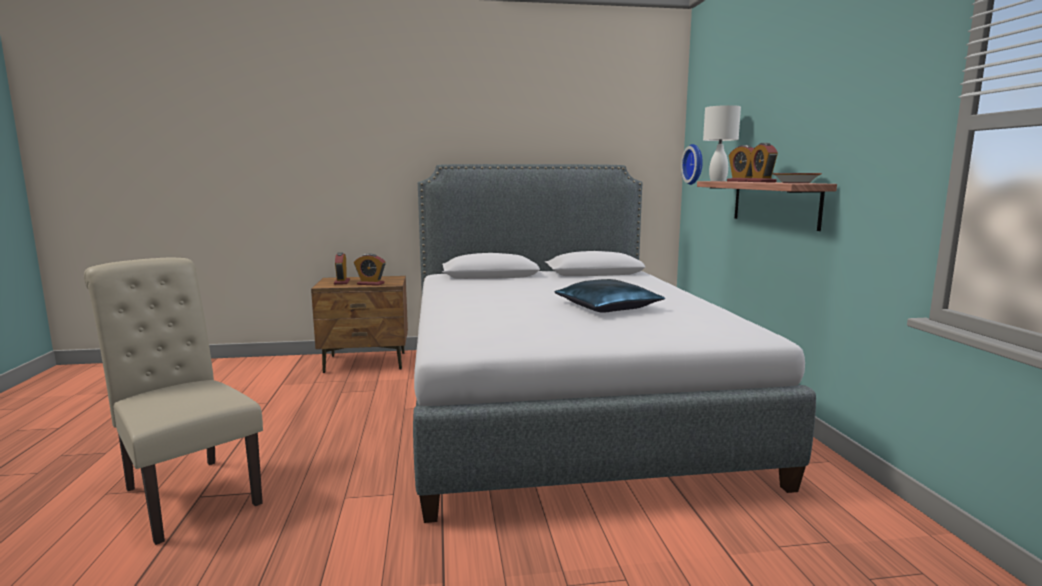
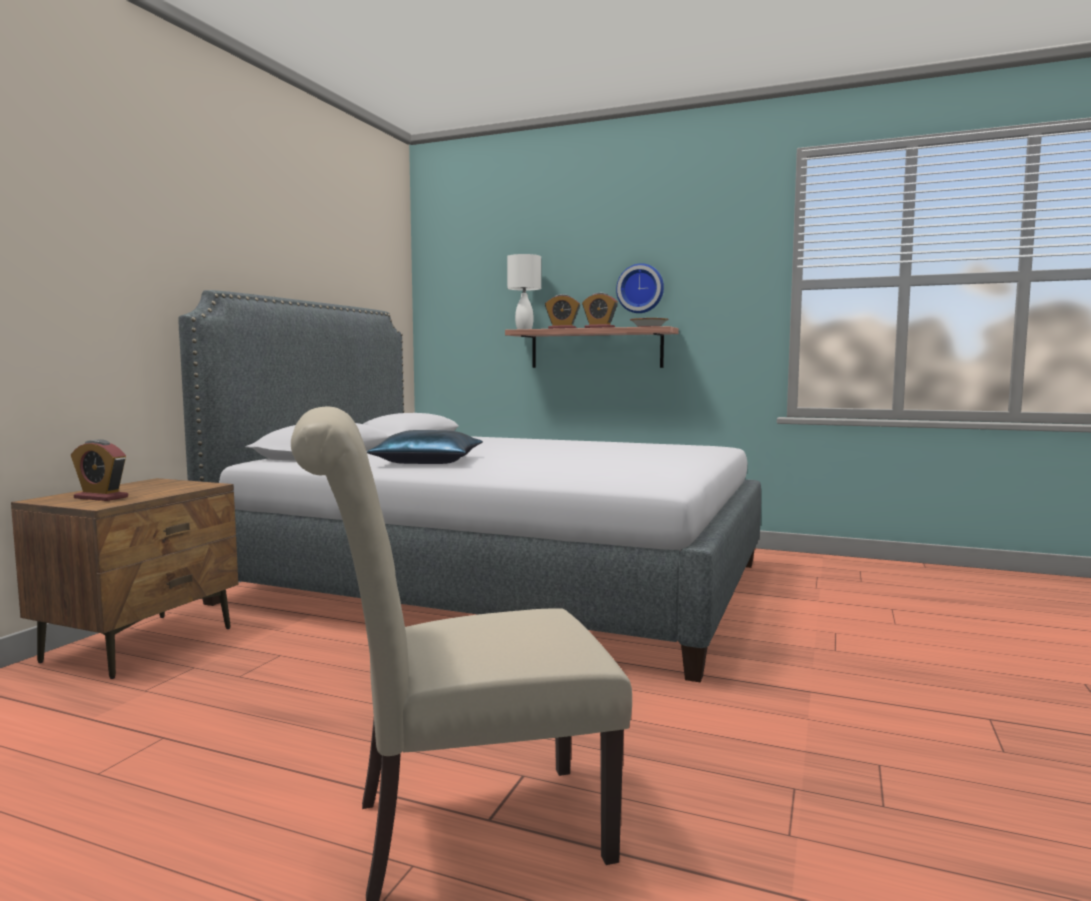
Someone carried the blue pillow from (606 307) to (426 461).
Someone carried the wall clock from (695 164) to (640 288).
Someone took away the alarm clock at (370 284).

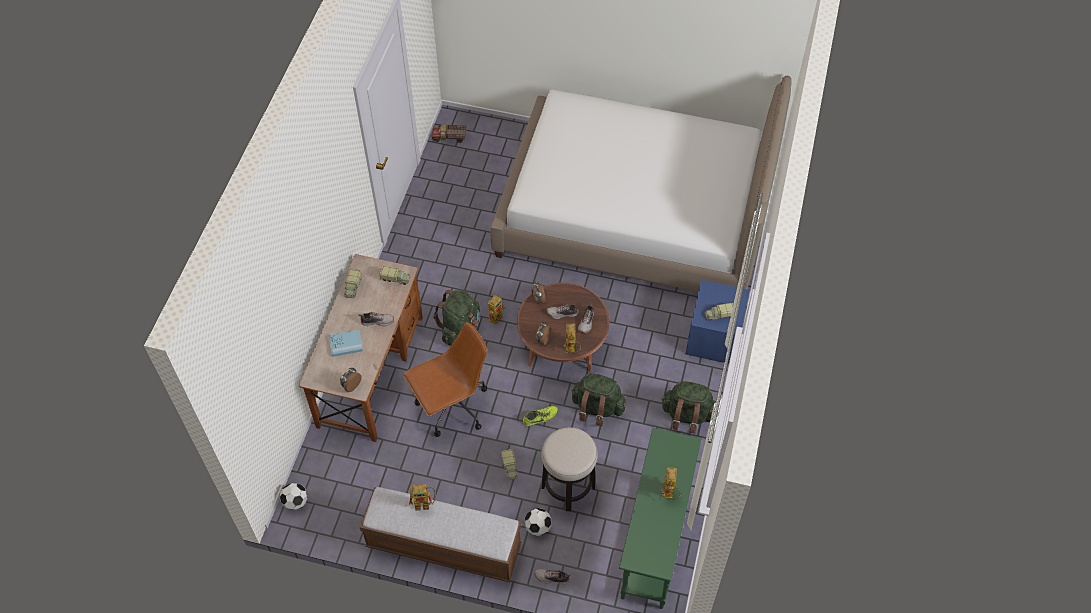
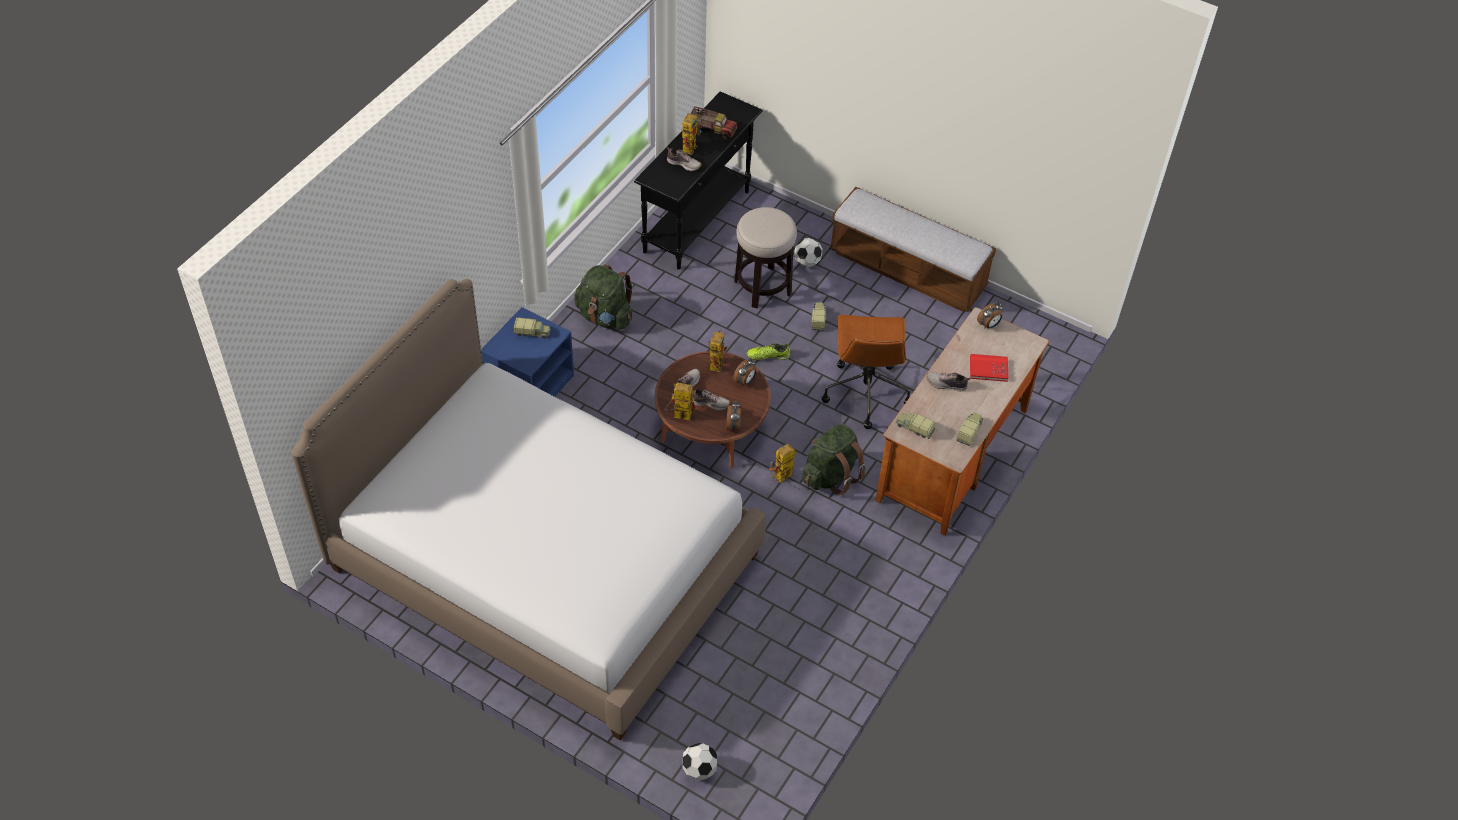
Someone repainted the green console table at (654 544), which became the black console table at (697 221).
Someone carried the toy robot from (425 503) to (678 415).
Someone carried the shoe from (552 578) to (684 164).
Someone carried the football from (295 502) to (699 769).
Someone carried the toy truck from (449 138) to (712 129).
Someone rotated the brown office chair at (452 407) by 75 degrees counterclockwise.
Someone repainted the blue book at (346 344), which became the red book at (988 369).
Someone took away the green backpack at (597 408).

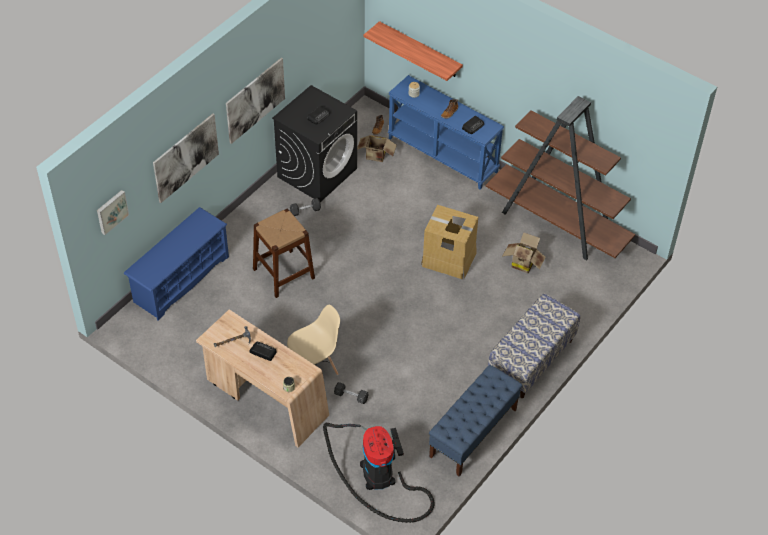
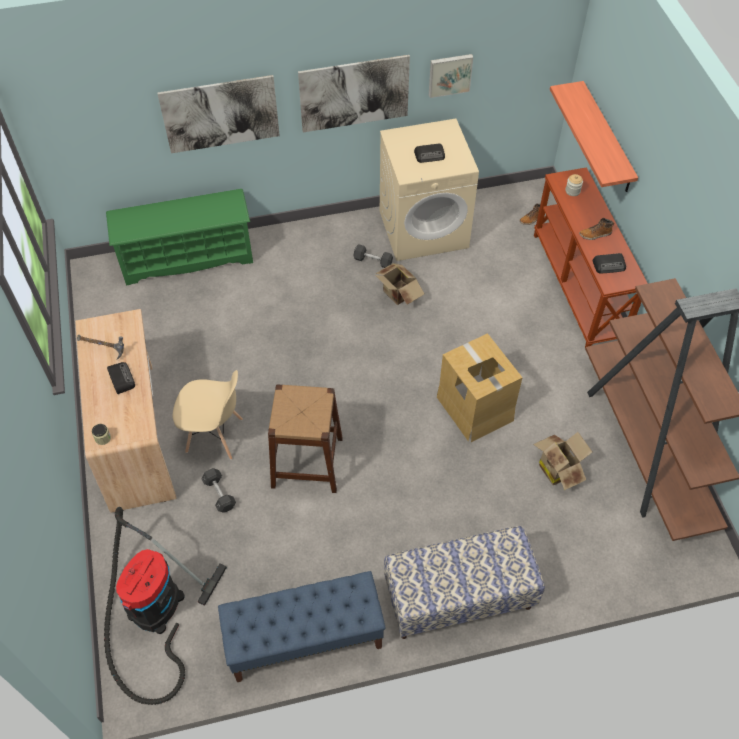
Someone repainted the blue shoe rack at (181 279), which became the green shoe rack at (187 258).
Someone carried the brown stool from (283 273) to (307 462).
Someone carried the cardboard box from (376 156) to (397 295).
Someone repainted the black washing machine at (317 172), which became the beige washing machine at (424 228).
Someone carried the picture from (111 211) to (449 74).
Someone repainted the blue console table at (443 154), which became the brown console table at (579 287).

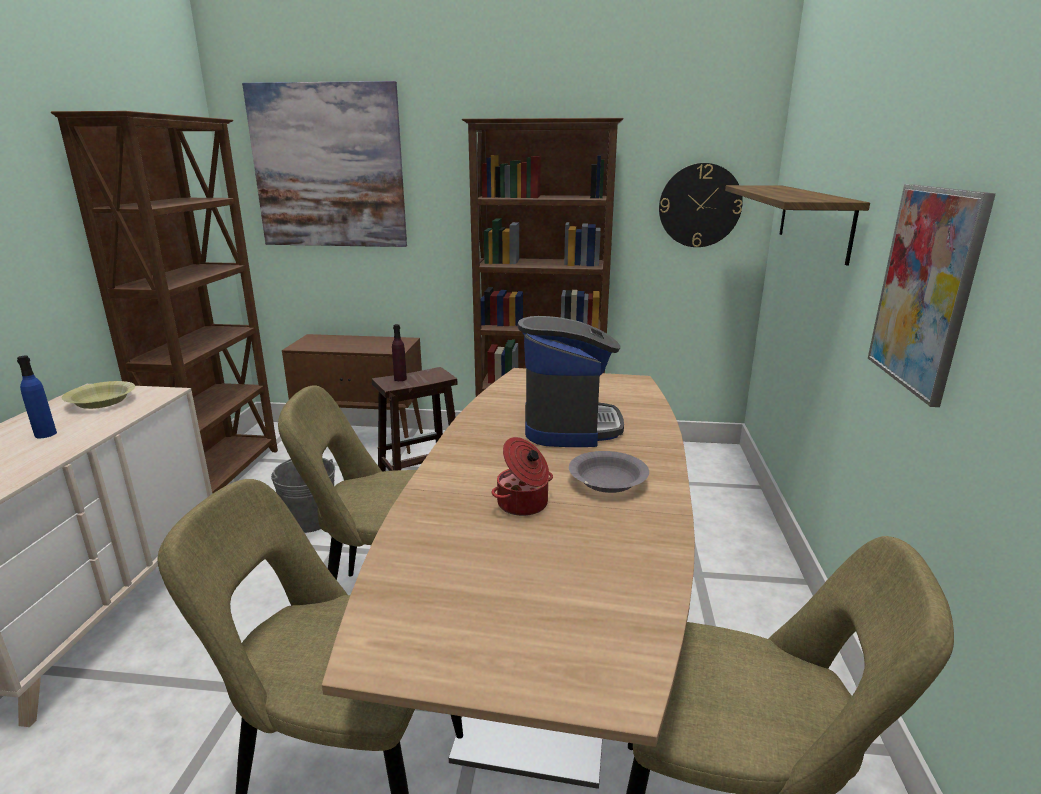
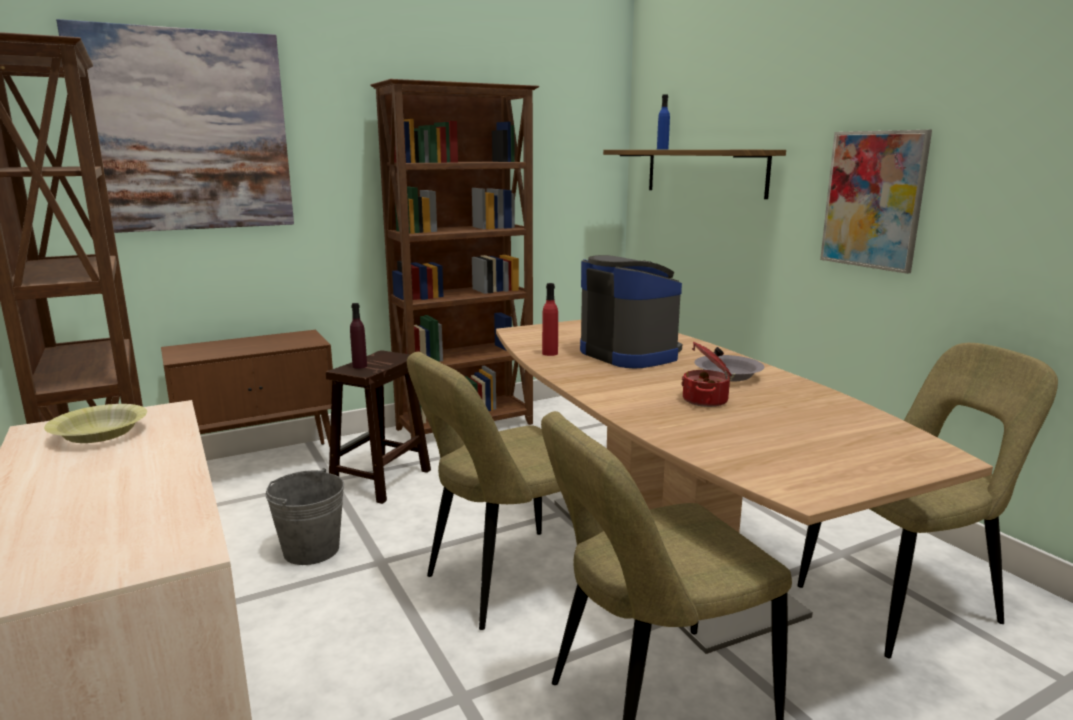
Someone put down the red bottle at (550 353).
Someone carried the blue bottle from (45 434) to (662 149).
Someone took away the wall clock at (700 205).

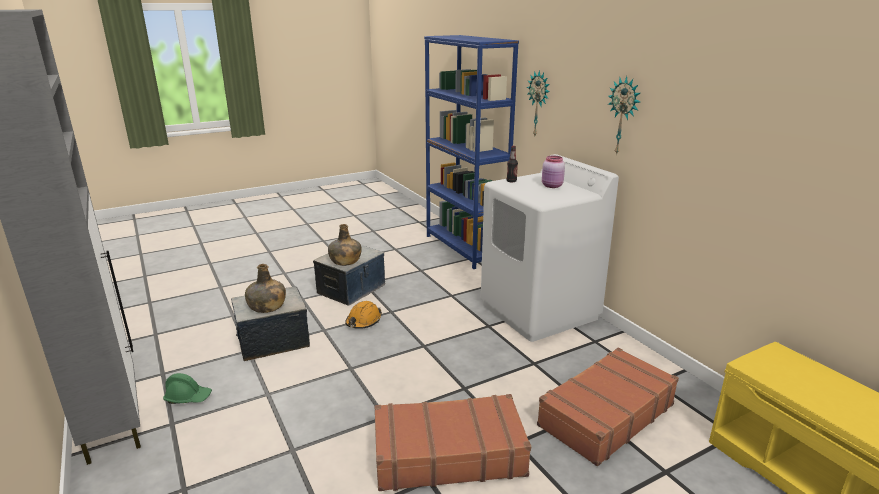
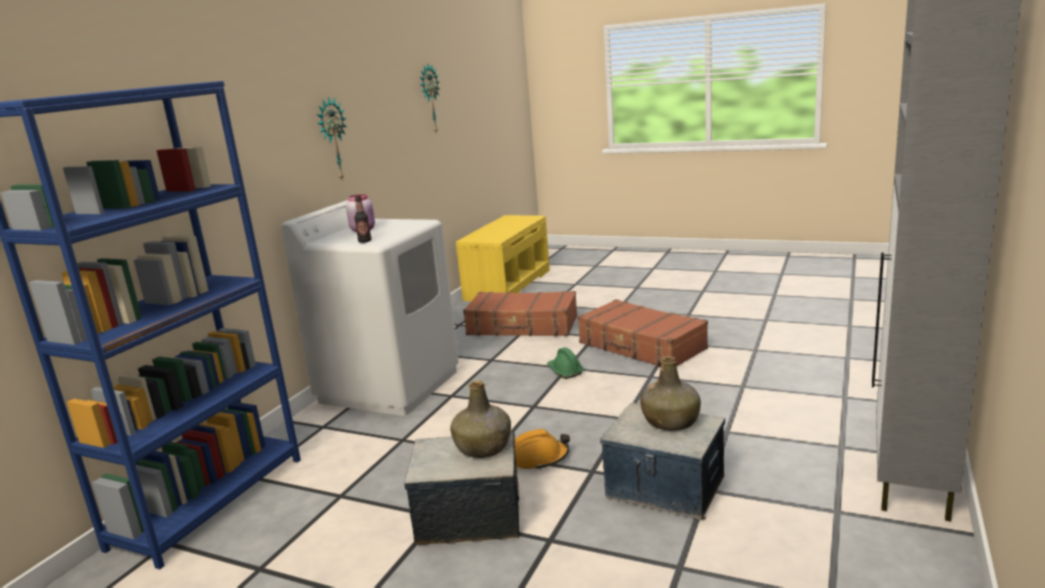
Someone carried the wall clock from (539 104) to (429 99).
Someone carried the green hard hat from (188 397) to (565 371).

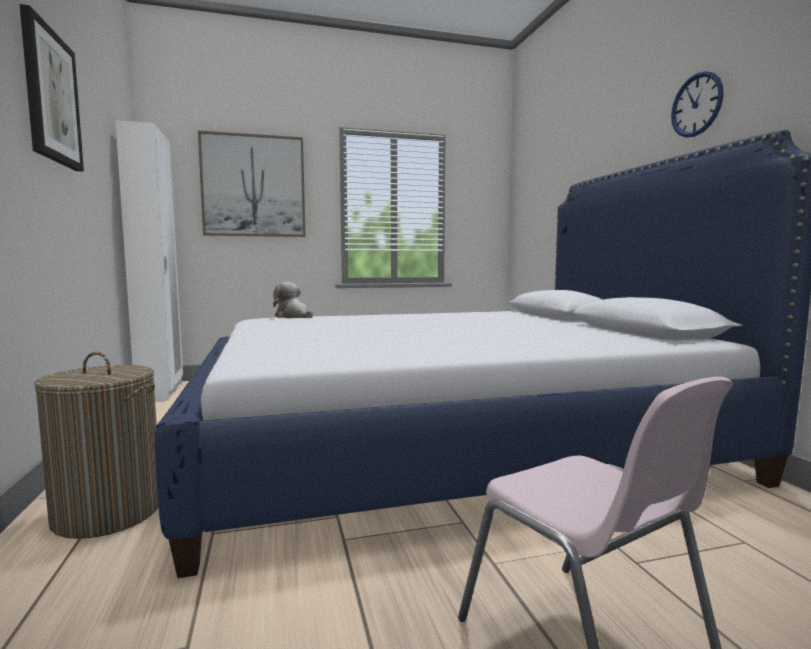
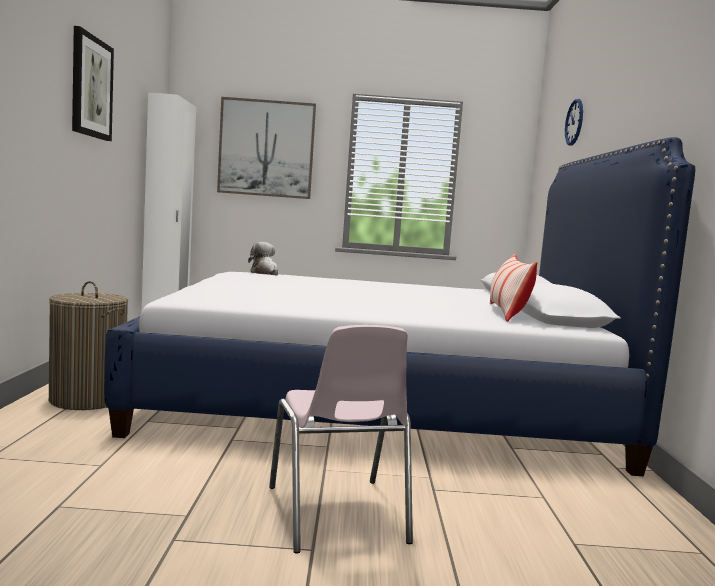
Someone put down the pillow at (507 313).
Someone carried the wall clock from (696 105) to (574 122).

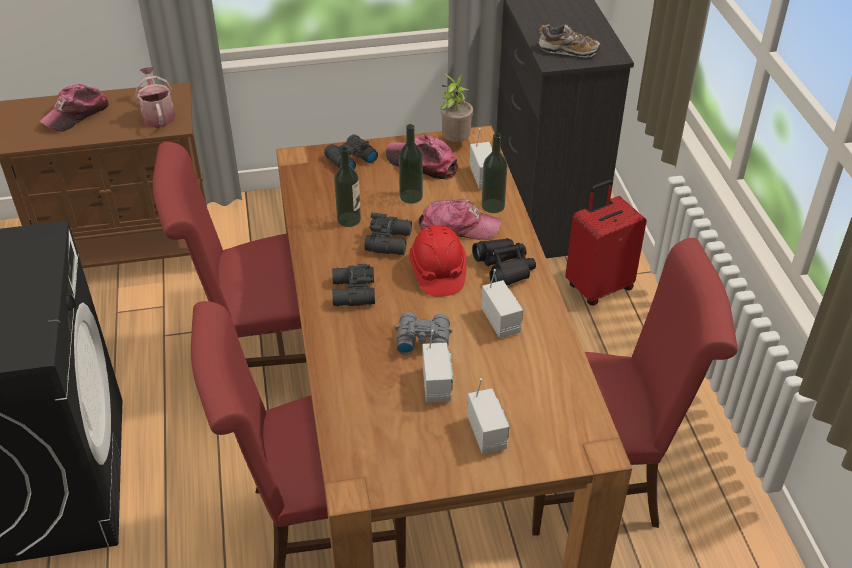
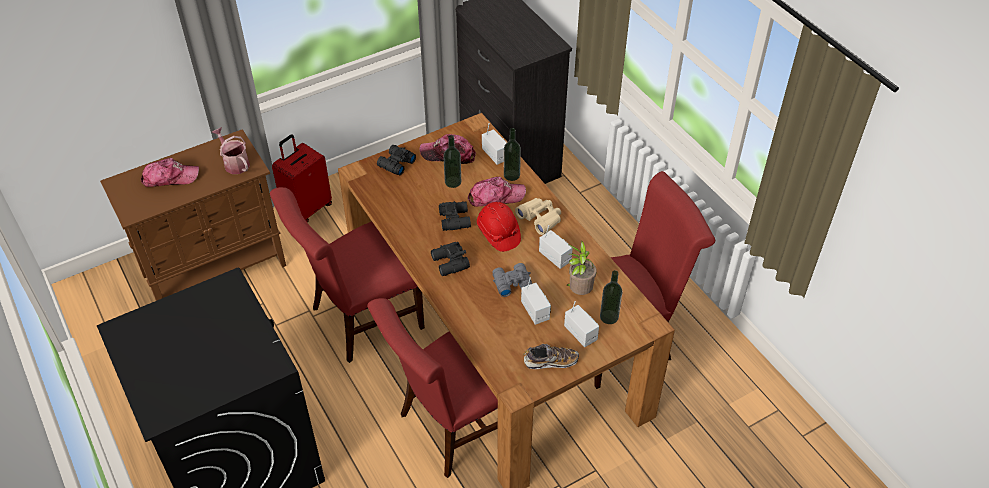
Someone rotated the cap at (76 114) by 120 degrees counterclockwise.
Someone carried the red suitcase from (598 286) to (307 208).
Someone repainted the black binoculars at (504 268), which became the beige binoculars at (540 219).
Someone carried the shoe from (568 51) to (550 361).
Someone carried the potted plant from (455 143) to (579 291).
Someone carried the bottle from (349 219) to (609 317).

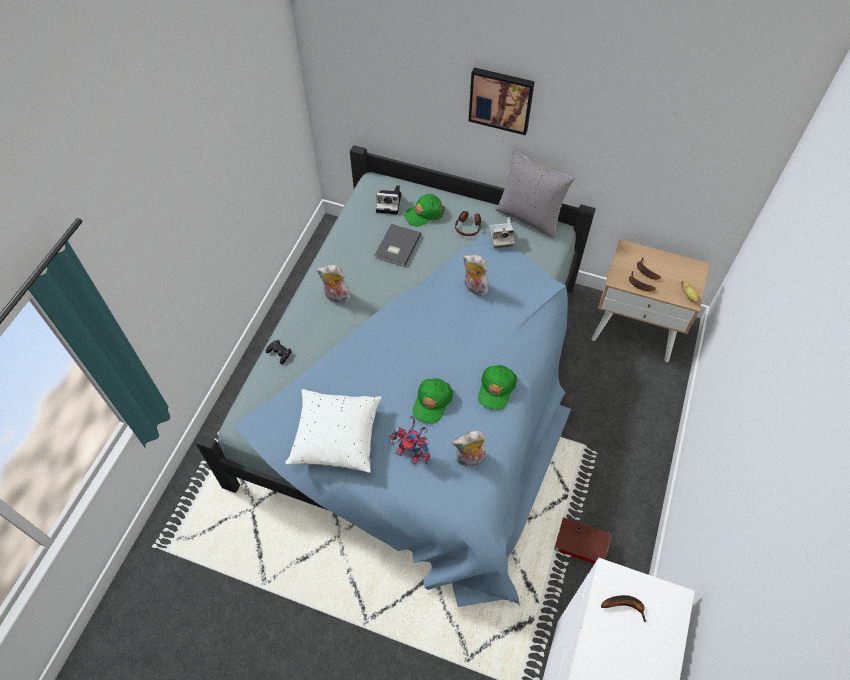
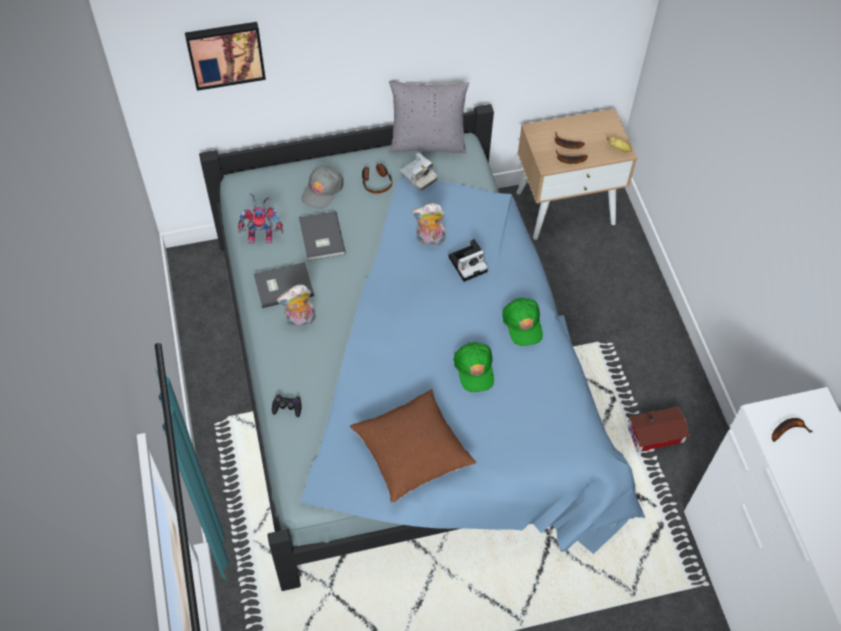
Someone carried the picture from (501 99) to (225 53).
Someone carried the toy robot from (412 452) to (263 235).
Someone put down the grey book at (282 285).
Someone repainted the green cap at (424 213), which became the grey cap at (322 190).
Someone repainted the white pillow at (336 437), which became the brown pillow at (412 453).
Someone carried the photo camera from (390 203) to (468 263).
Someone took away the plush toy at (469 460).

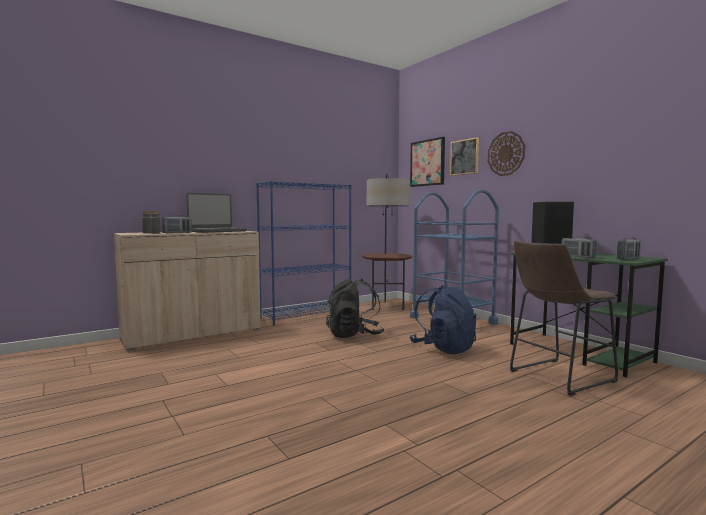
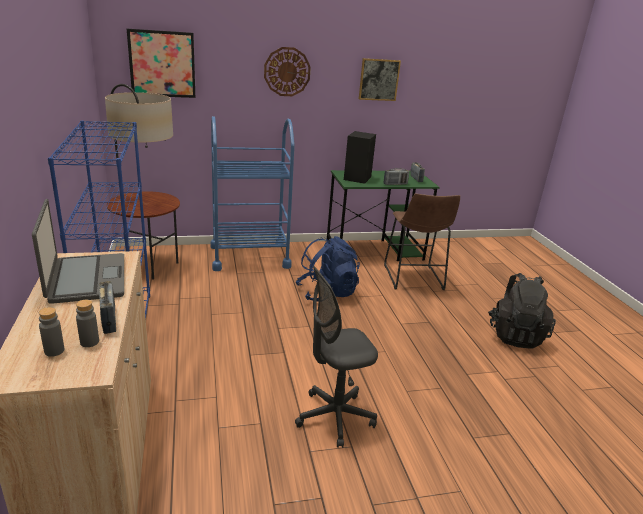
Someone put down the grey office chair at (335 417).
Someone carried the picture from (464 157) to (379 79).
Someone carried the black backpack from (354 335) to (515 335).

